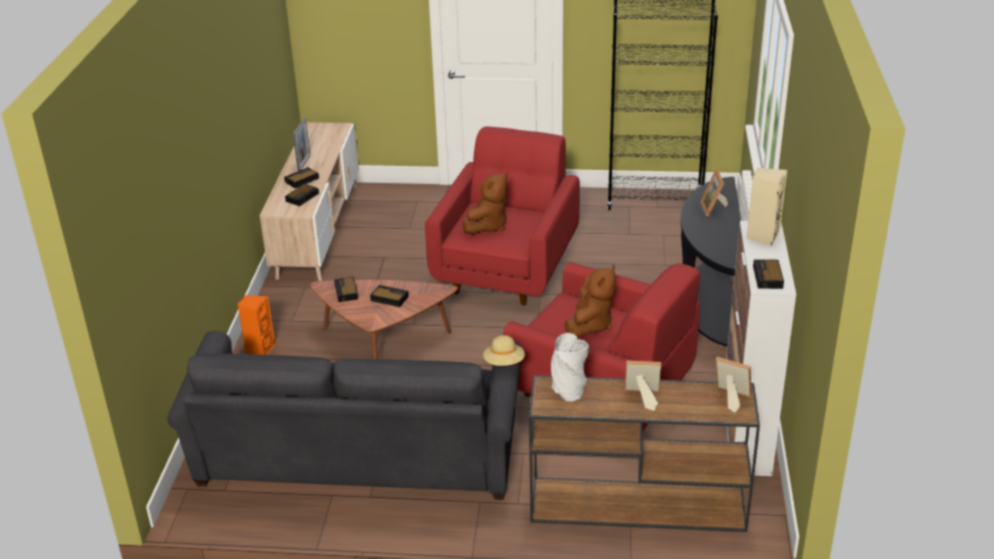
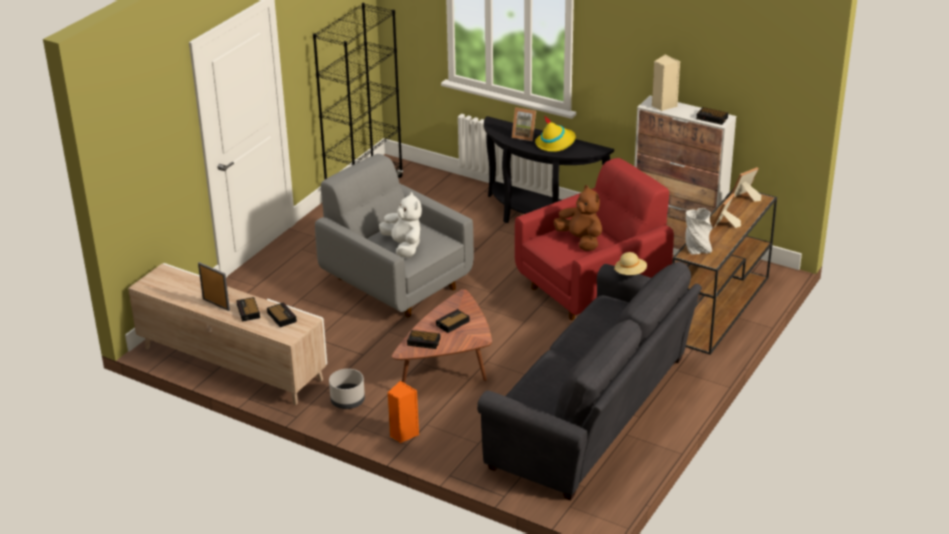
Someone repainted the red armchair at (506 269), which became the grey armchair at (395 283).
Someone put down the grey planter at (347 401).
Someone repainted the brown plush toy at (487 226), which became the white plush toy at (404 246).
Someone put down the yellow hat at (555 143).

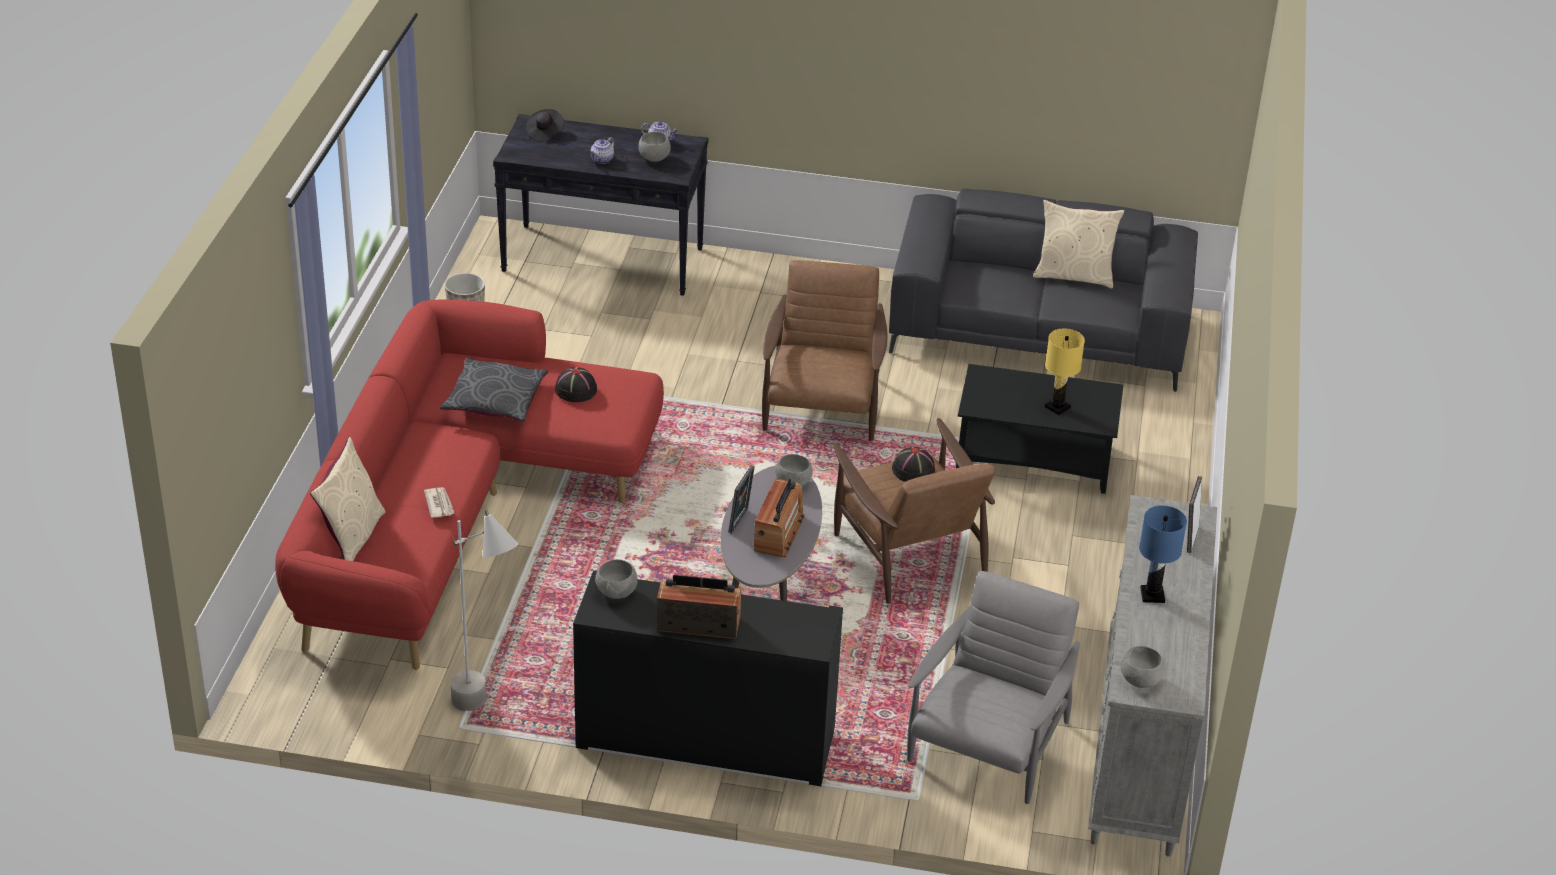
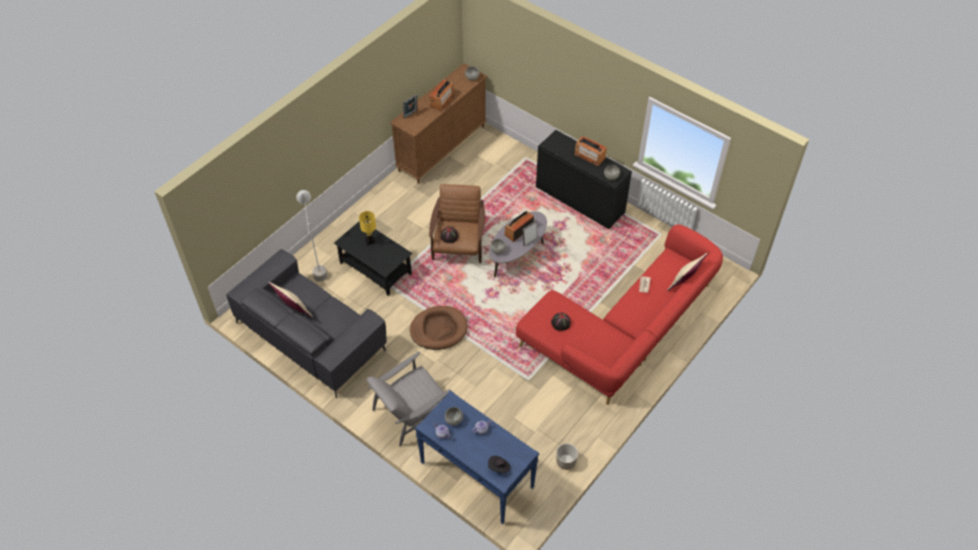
Someone carried the grey floor lamp from (487 715) to (318 267).
Someone carried the grey armchair from (988 746) to (411 412).
Someone repainted the grey dresser at (1140 745), which became the brown dresser at (442 148).
Someone swapped the brown armchair at (822 407) for the brown dog bed at (438 329).
Someone repainted the black console table at (603 259), which became the blue console table at (476 475).
Someone swapped the blue table lamp at (1152 595) for the radio at (442 100).
Someone took away the grey pillow at (494 400).

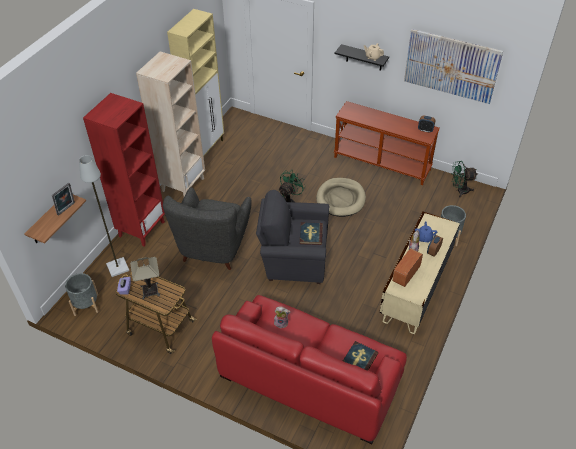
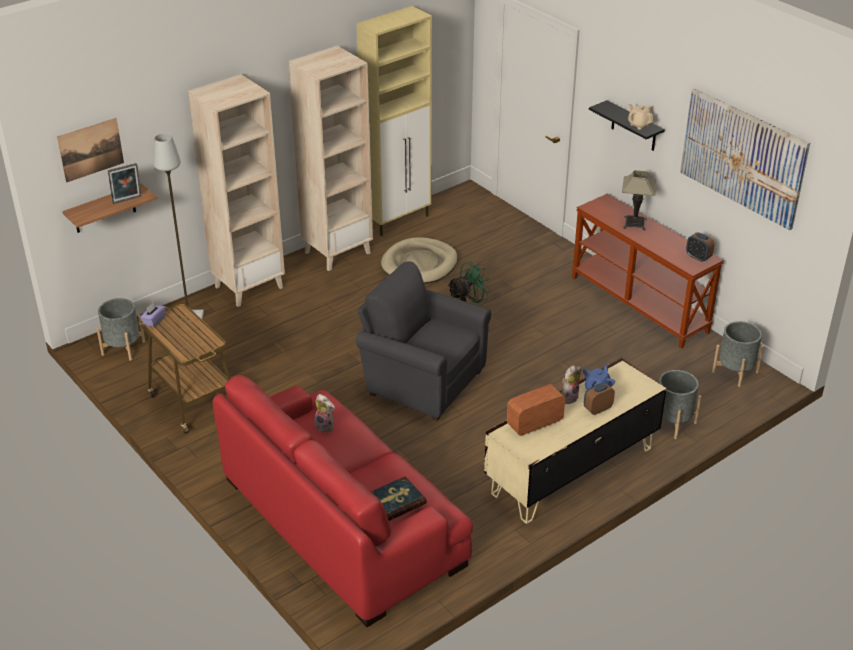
Someone put up the picture at (91 149).
Someone repainted the red bookcase at (142 229), which became the beige bookcase at (249 286).
Someone carried the beige dog bed from (341 199) to (419 264).
Someone carried the table lamp from (150 290) to (634 223).
Someone swapped the green fan at (459 190) for the grey planter at (735 372).
Someone took away the grey armchair at (214 247).
Someone took away the book at (310 234).

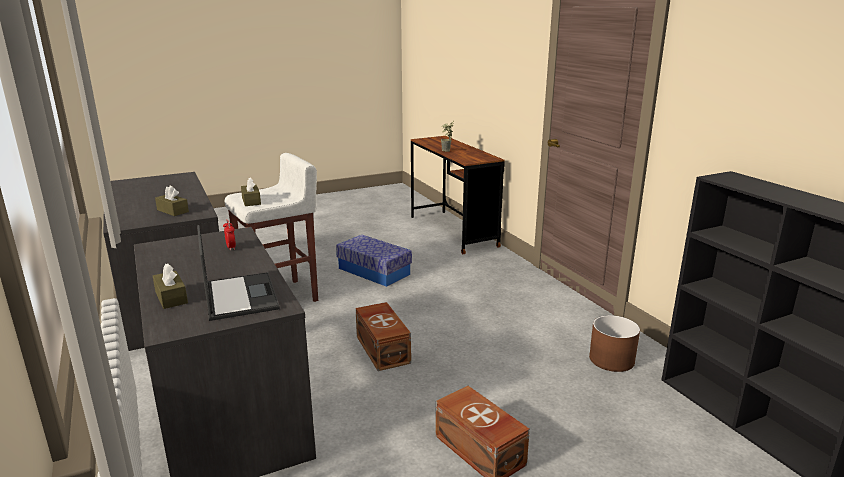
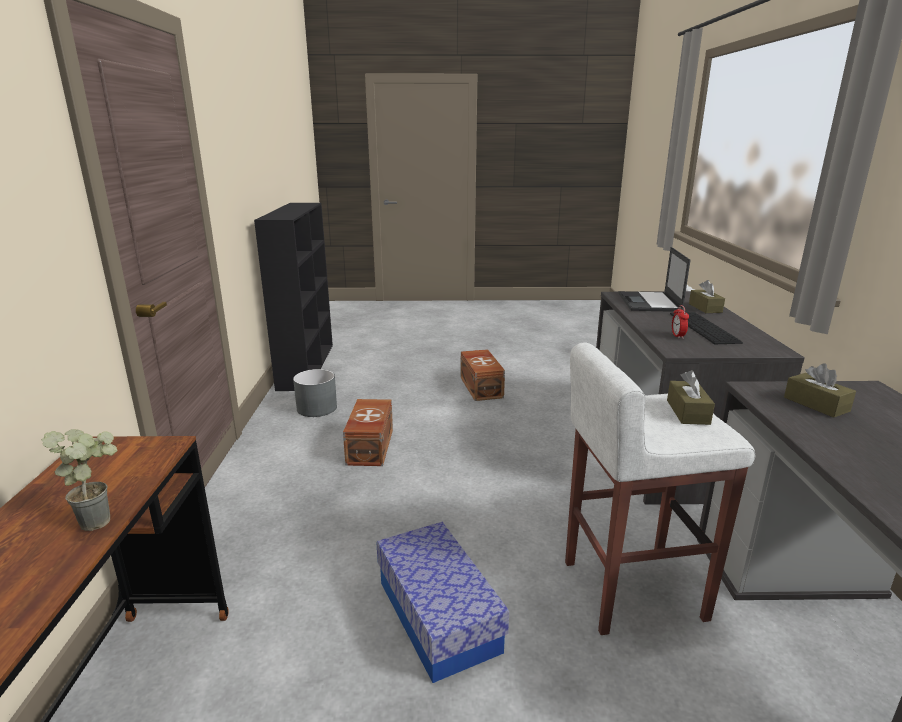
Someone repainted the brown planter at (612 359), which became the grey planter at (316 408).
Someone carried the brown storage box from (383 349) to (369 447).
Someone put down the keyboard at (703 327).

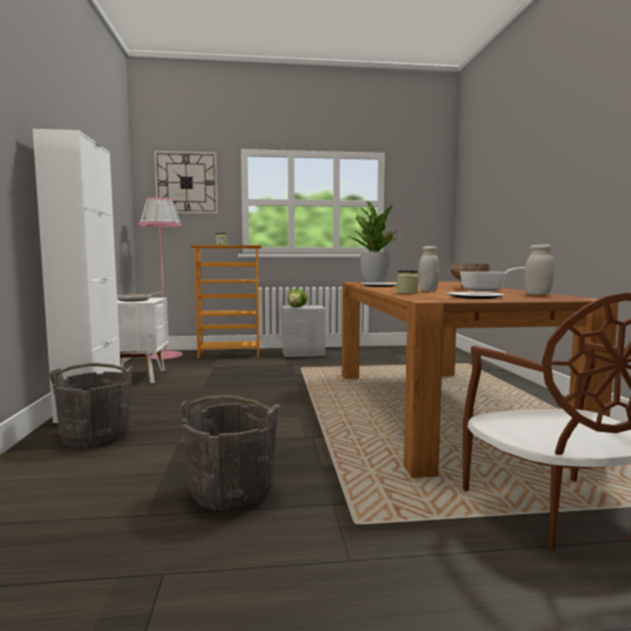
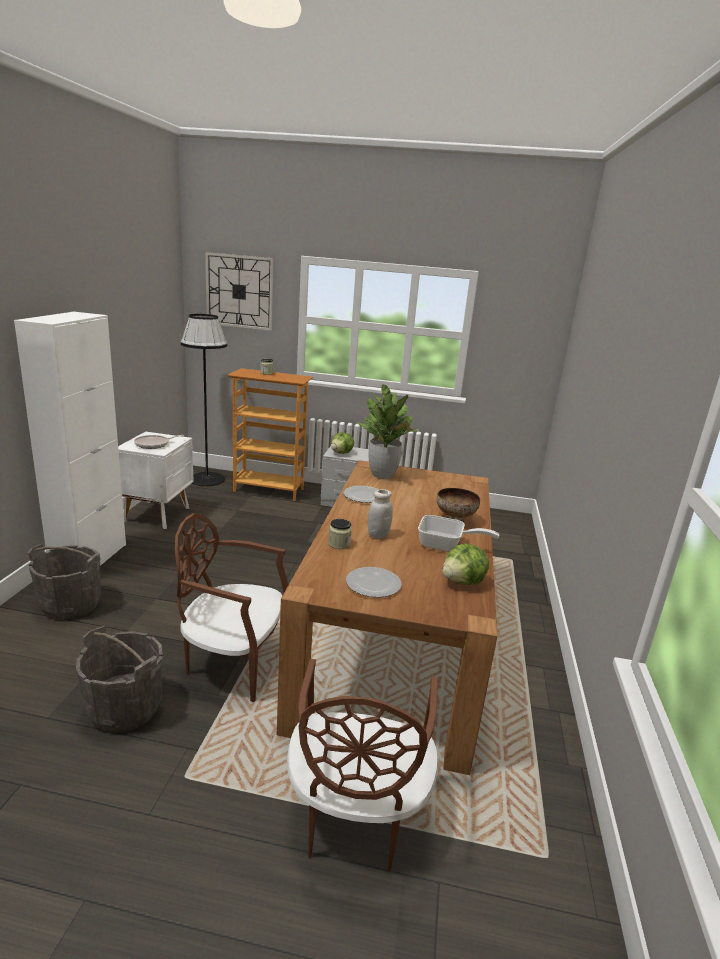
Someone put down the brown chair at (233 662).
Someone repainted the pink floor lamp at (165 355), which became the black floor lamp at (207 479).
Someone swapped the white jar at (538 294) for the lettuce at (463 582).

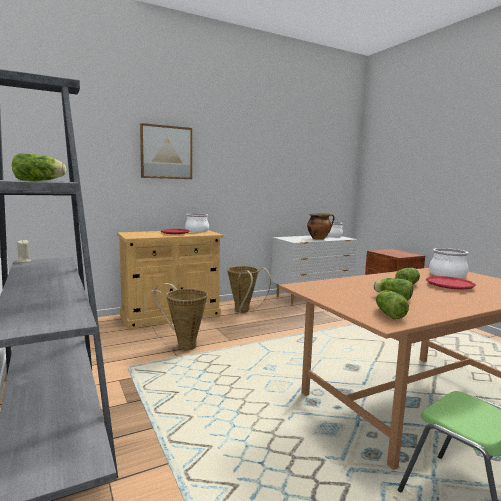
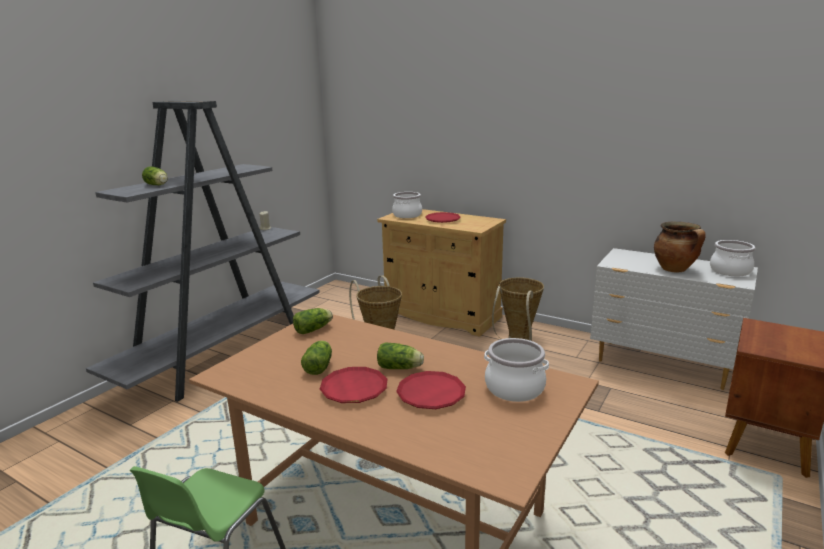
Someone carried the lettuce from (388 313) to (314 329).
Someone put down the red plate at (354 389).
Someone carried the cooking pot from (197 231) to (407 215).
Someone took away the picture at (166 152).

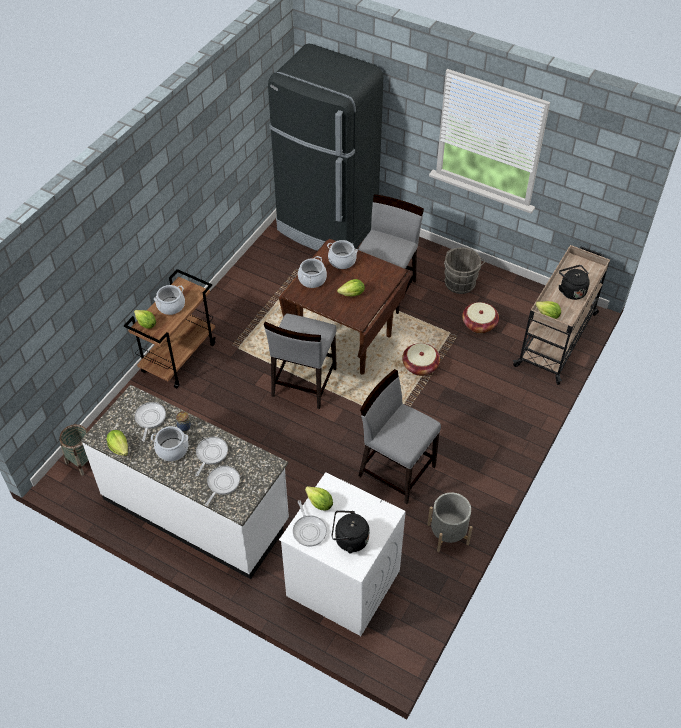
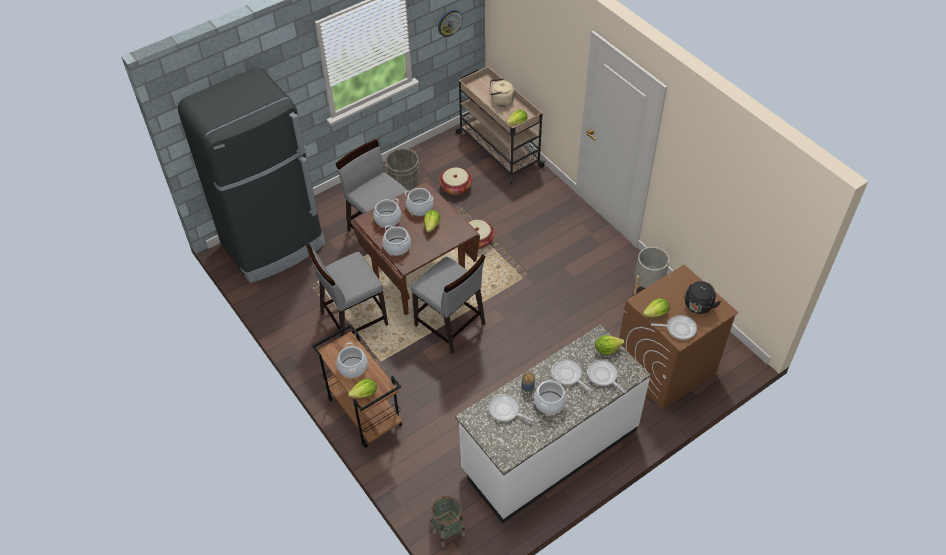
Someone carried the grey chair from (396 470) to (353 319).
Someone put down the cooking pot at (420 208).
Someone put up the wall clock at (449 22).
Someone repainted the black kettle at (571 291), which became the beige kettle at (500 101).
Someone carried the lettuce from (119 447) to (607 349).
Someone repainted the white washing machine at (342 583), which became the brown washing machine at (665 367).

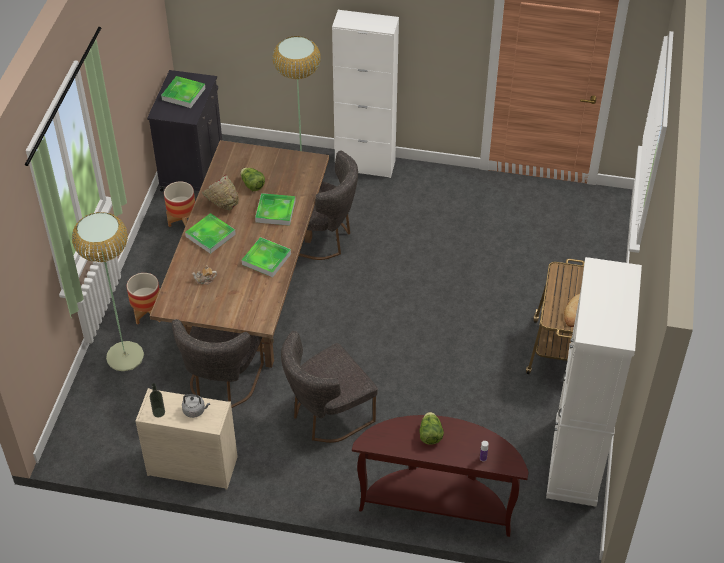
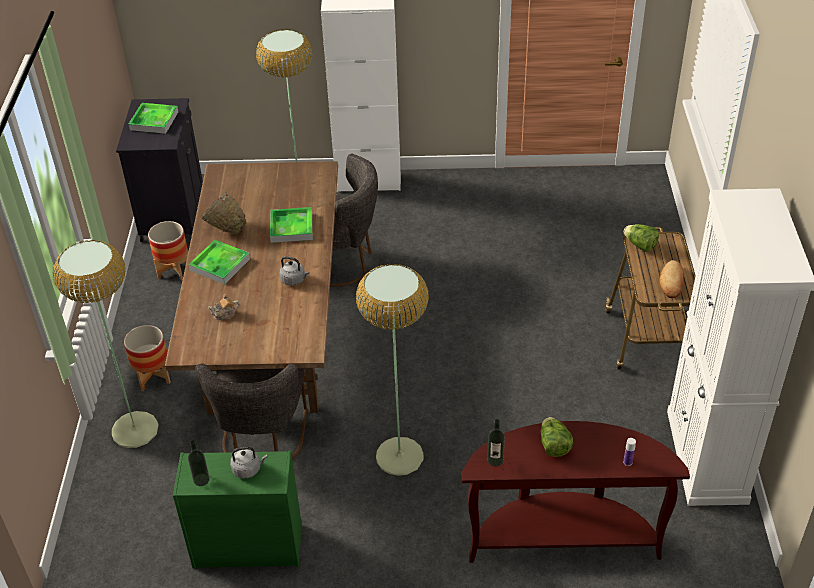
Someone repainted the beige dresser at (191 466), which became the green dresser at (246 546).
Someone swapped the tray at (266 259) for the grey kettle at (294 280).
Someone swapped the grey chair at (327 416) for the floor lamp at (399 456).
Someone put down the bottle at (495 460).
Someone carried the lettuce from (252 185) to (640 245).

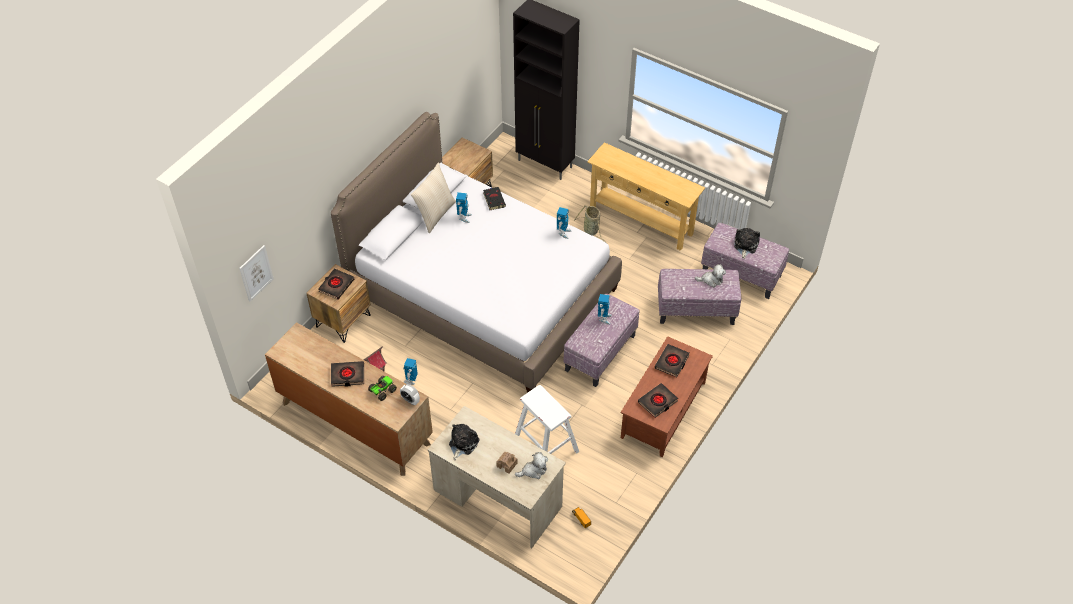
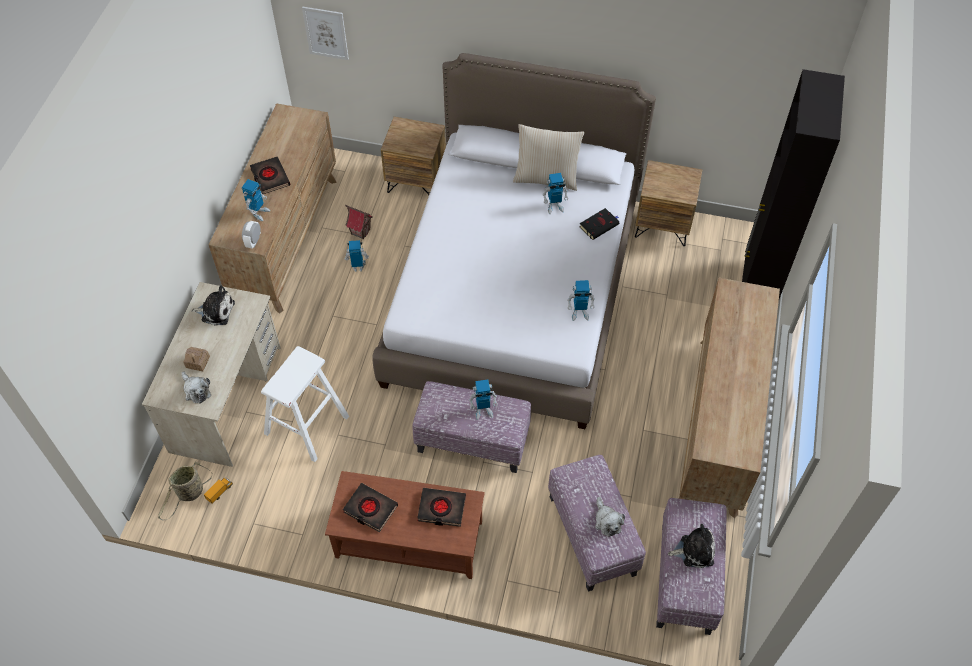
Someone carried the basket from (591 231) to (189 494).
Someone swapped the toy truck at (382 390) for the toy robot at (259 213).
Someone swapped the beige console table at (641 220) for the brown dresser at (718 425).
Someone took away the black book at (336 285).

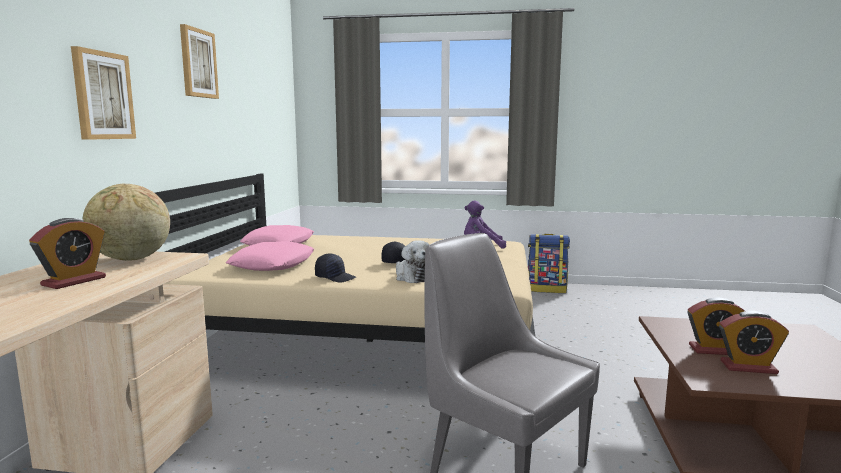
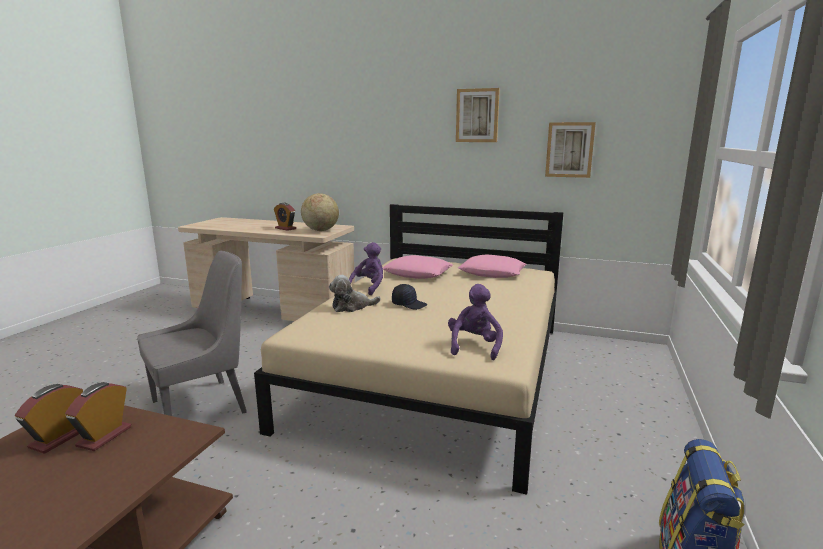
Someone swapped the black cap at (335 277) for the purple plush toy at (369 287).
Someone carried the picture from (103 95) to (569 150).

